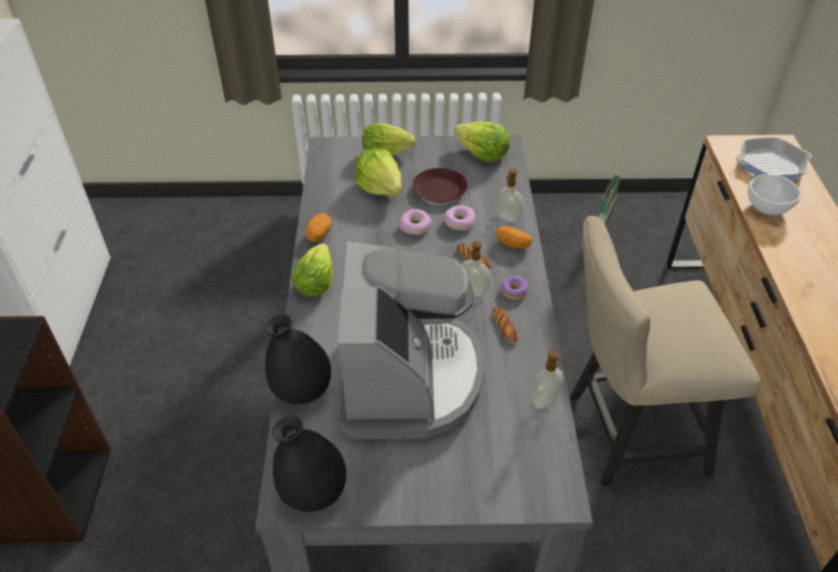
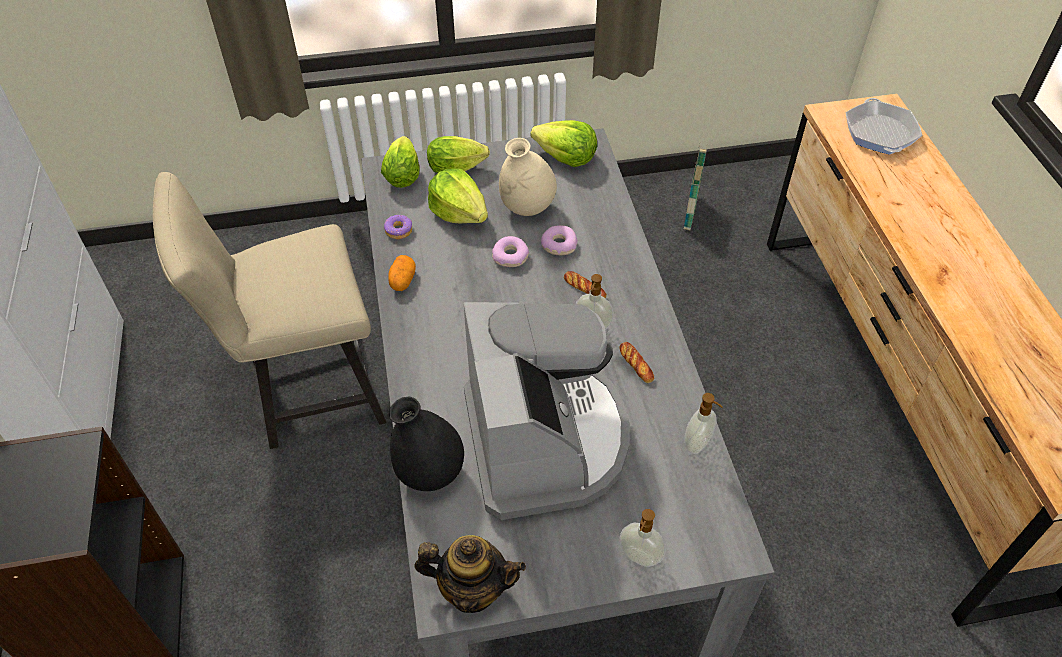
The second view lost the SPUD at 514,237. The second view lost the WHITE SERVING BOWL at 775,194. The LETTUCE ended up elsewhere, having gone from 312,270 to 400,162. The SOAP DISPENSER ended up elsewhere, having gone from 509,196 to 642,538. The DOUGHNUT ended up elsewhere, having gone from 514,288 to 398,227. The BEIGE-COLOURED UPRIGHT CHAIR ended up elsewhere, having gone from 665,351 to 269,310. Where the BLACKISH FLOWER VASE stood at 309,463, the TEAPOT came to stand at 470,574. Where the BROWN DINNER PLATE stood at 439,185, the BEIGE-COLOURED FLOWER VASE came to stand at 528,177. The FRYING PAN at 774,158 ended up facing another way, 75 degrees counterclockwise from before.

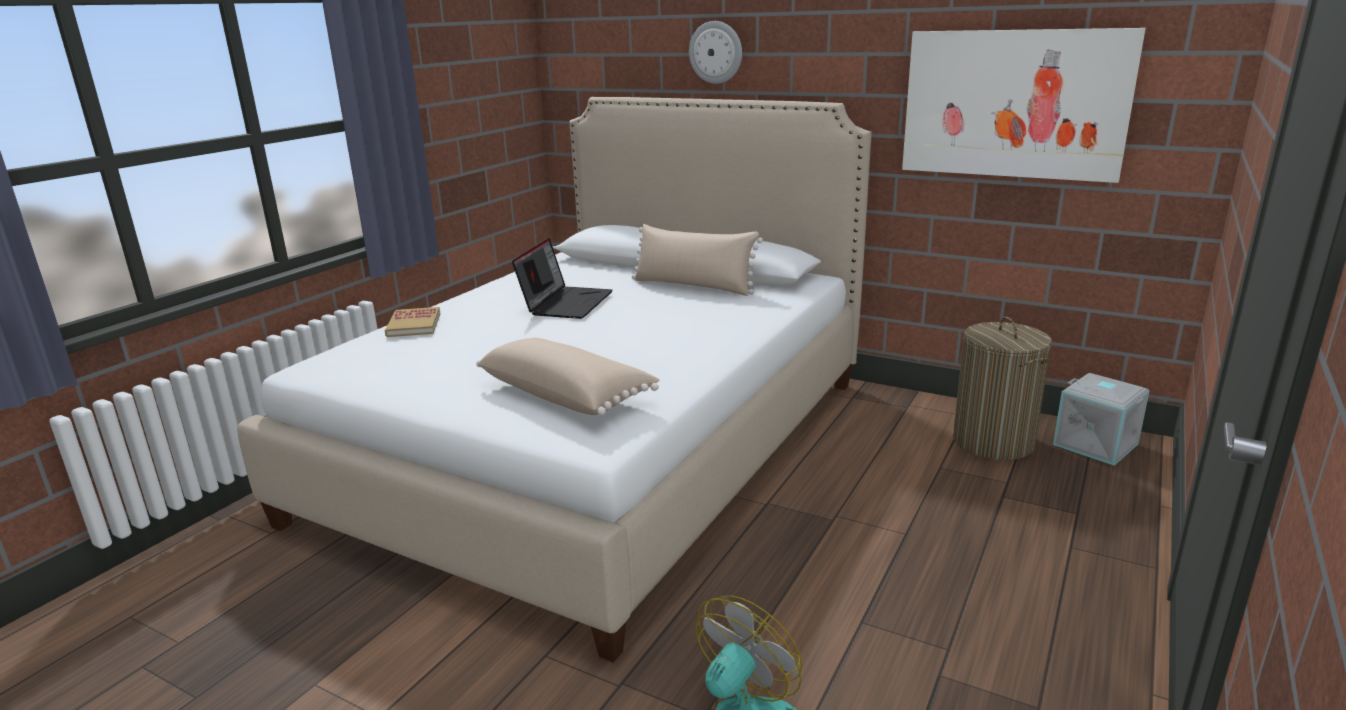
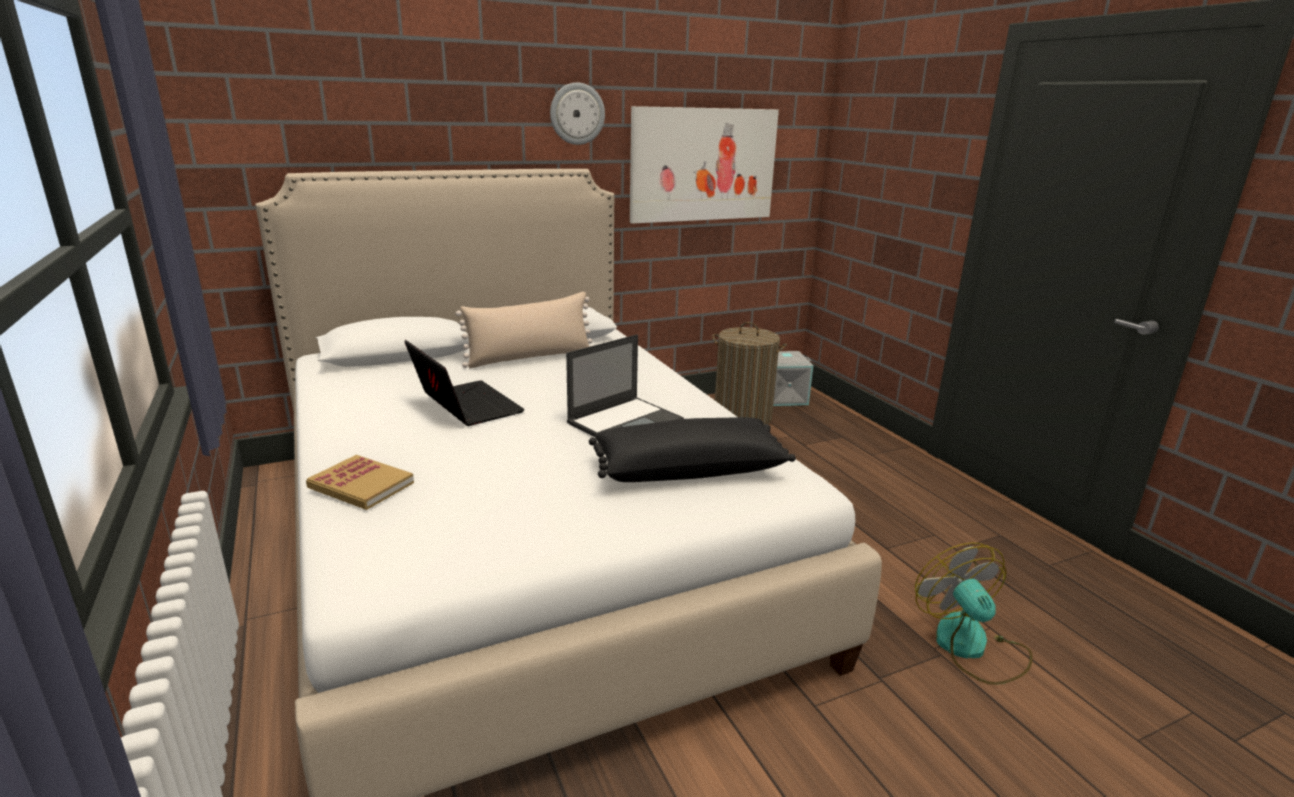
The second view gained the PORTABLE COMPUTER at 625,385. The HANGING CLOCK ended up elsewhere, having gone from 715,52 to 577,113. What was the BEIGE-COLOURED PILLOW at 567,376 turned into the BLACKISH PILLOW at 692,449.

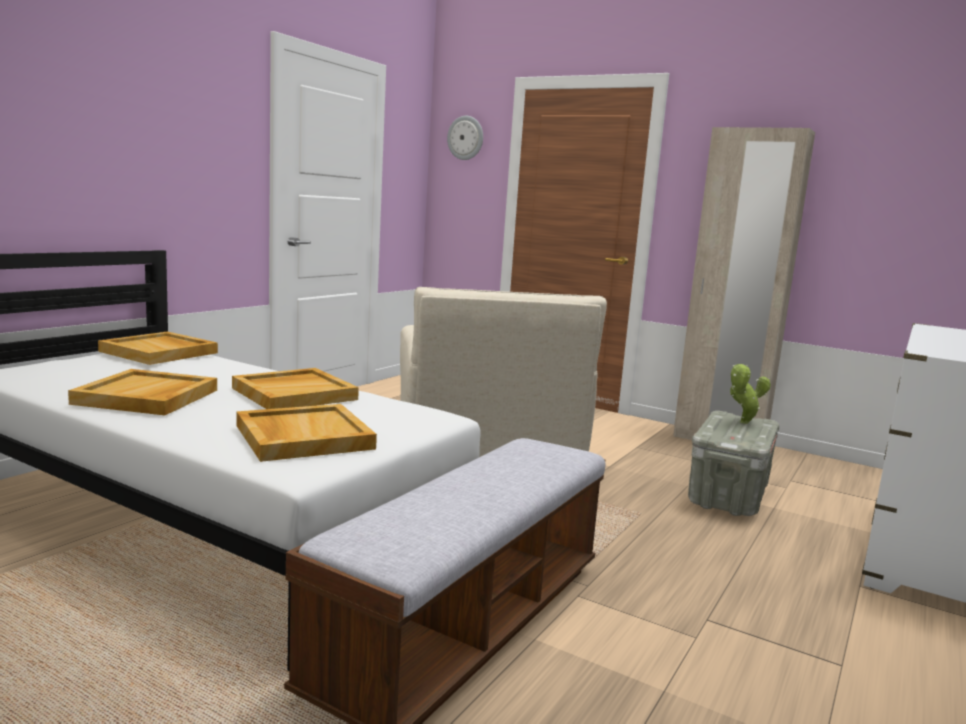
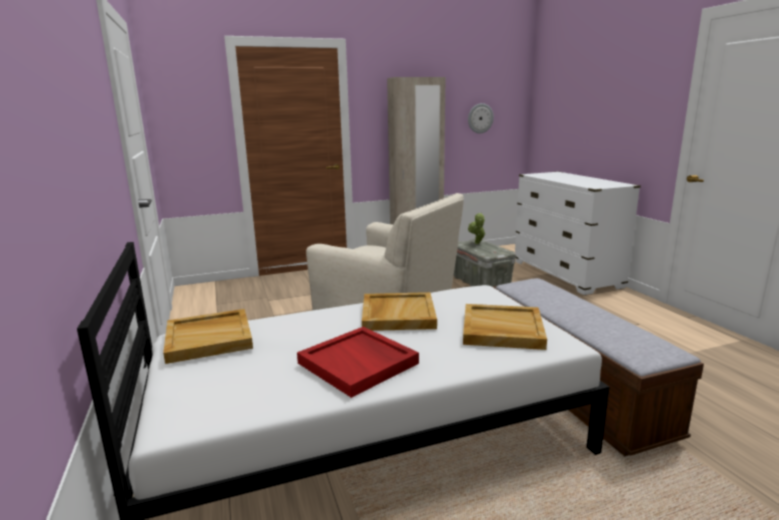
The HANGING CLOCK ended up elsewhere, having gone from 465,138 to 481,118. What was the BEIGE-COLOURED TRAY at 142,392 turned into the RED-COLOURED TRAY at 358,362.

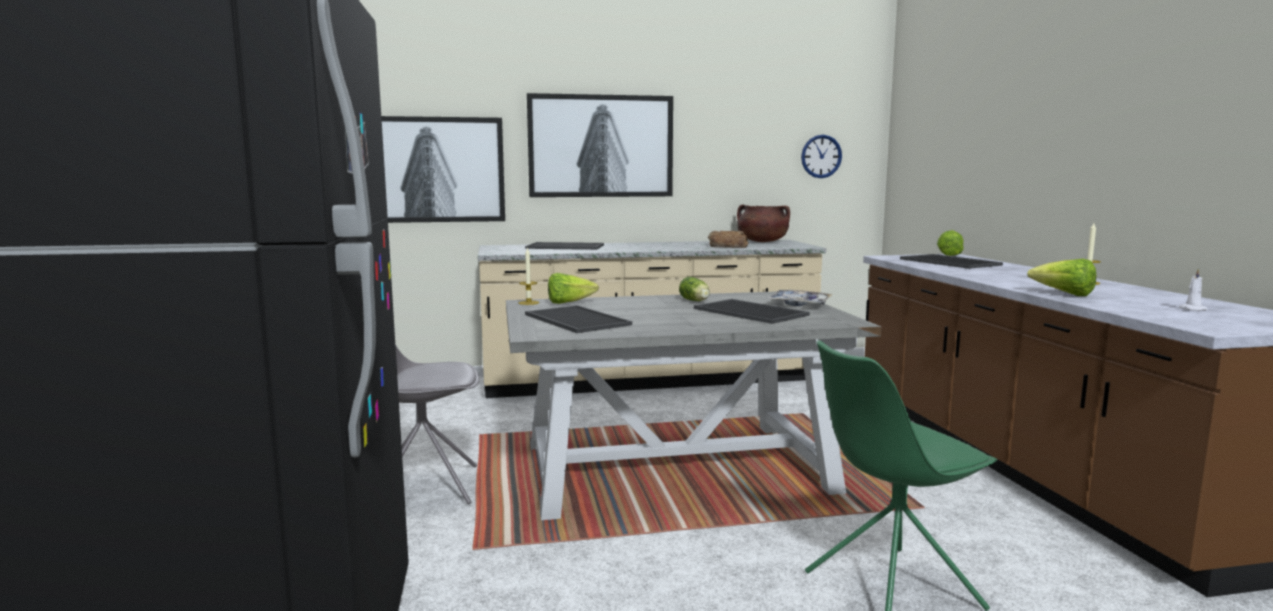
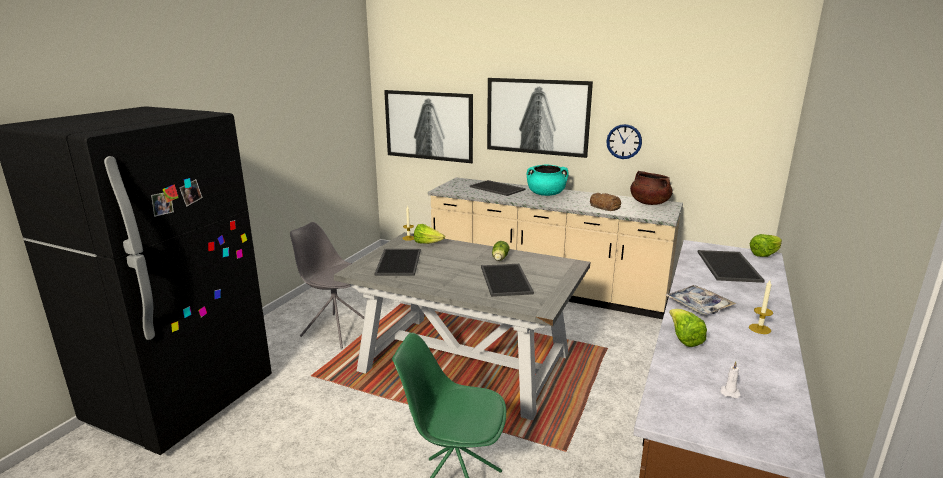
The second view gained the TURQUOISE-COLOURED COOKING POT at 548,180. The TRAY ended up elsewhere, having gone from 800,298 to 701,300. The HANGING CLOCK ended up elsewhere, having gone from 821,156 to 624,141.

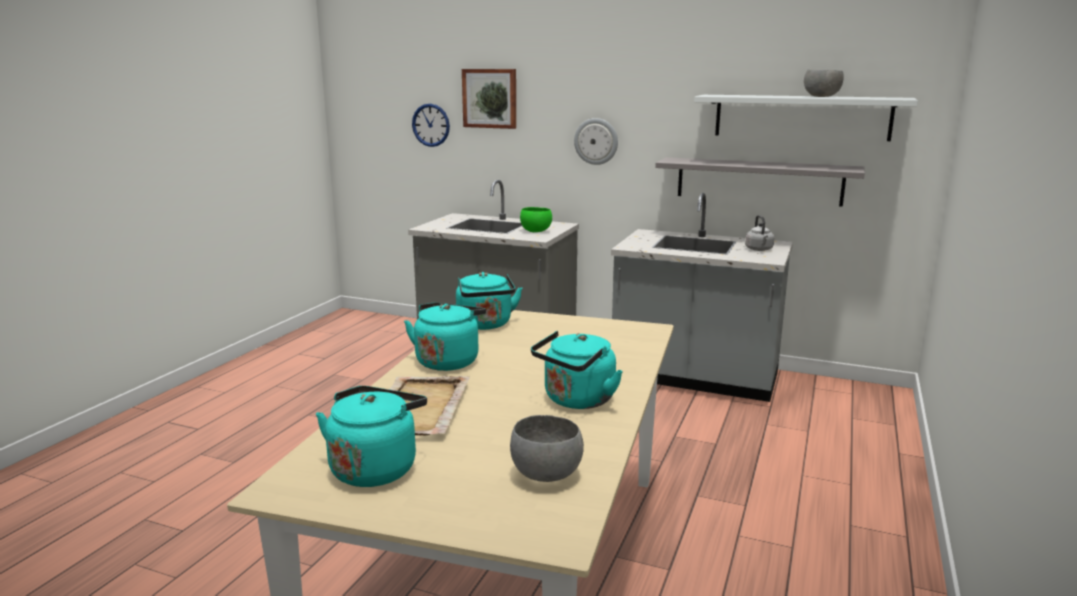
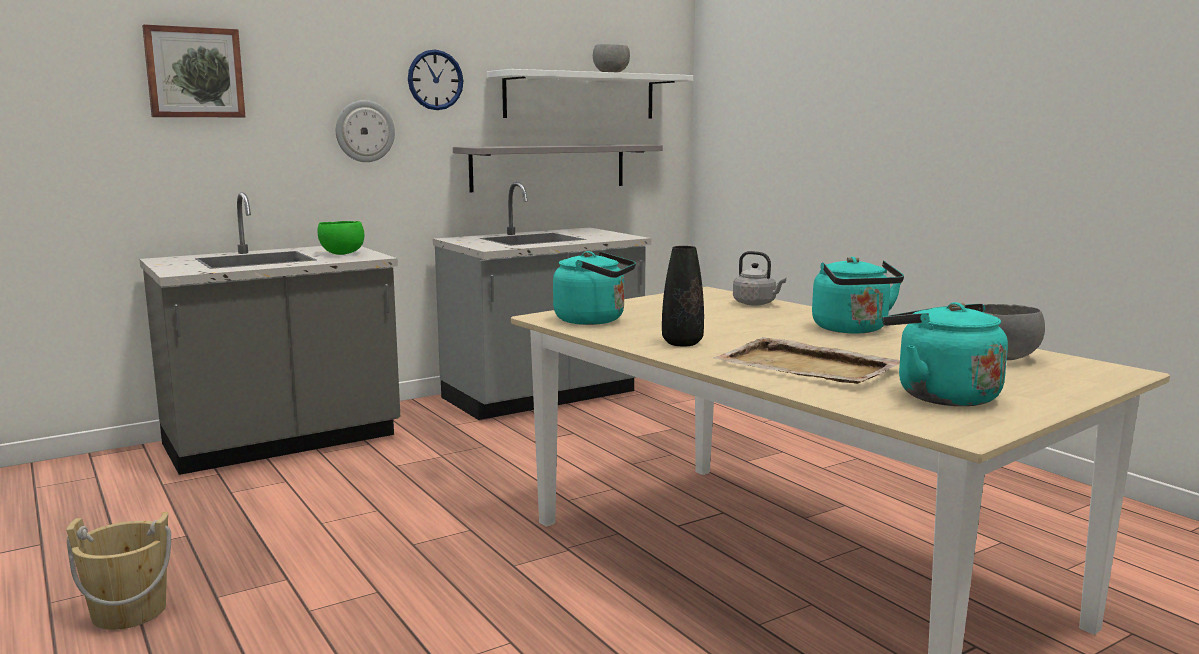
The second view gained the BEIGE-COLOURED PAIL at 119,571. The HANGING CLOCK ended up elsewhere, having gone from 431,125 to 435,79. The GRAY TEA KETTLE ended up elsewhere, having gone from 760,233 to 759,278. Where the TURQUOISE-COLOURED TEA KETTLE stood at 445,337, the BLACKISH FLOWER VASE came to stand at 683,296.

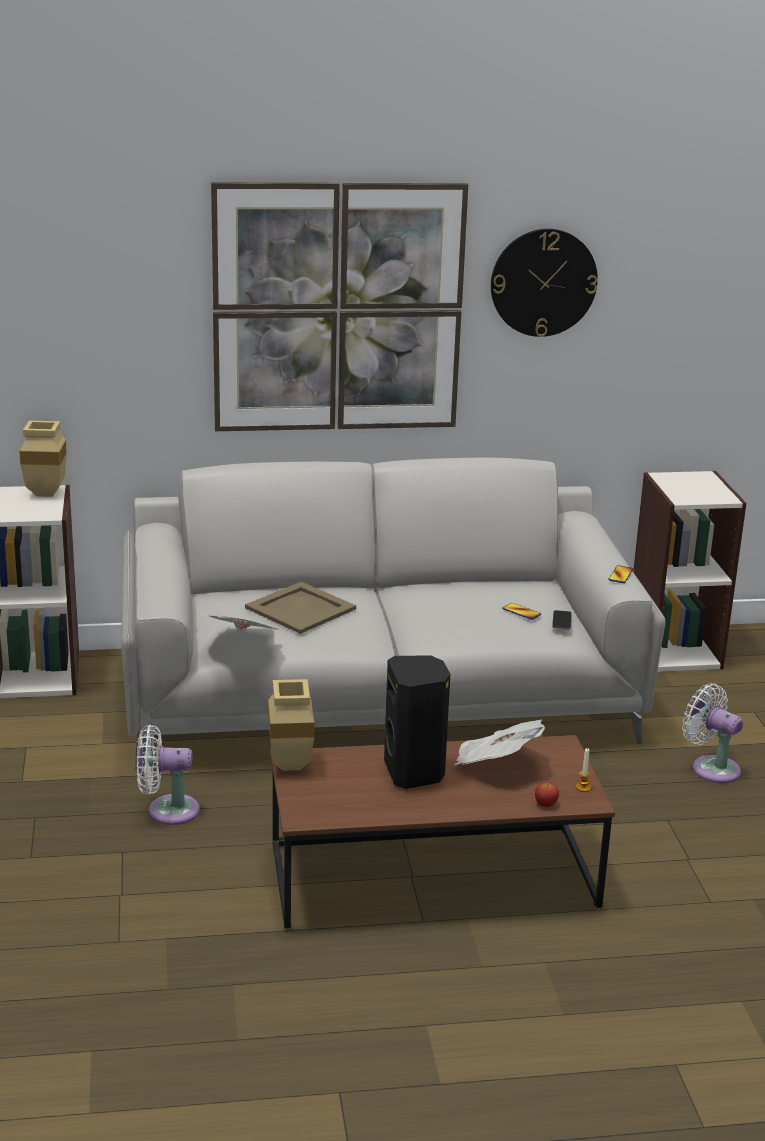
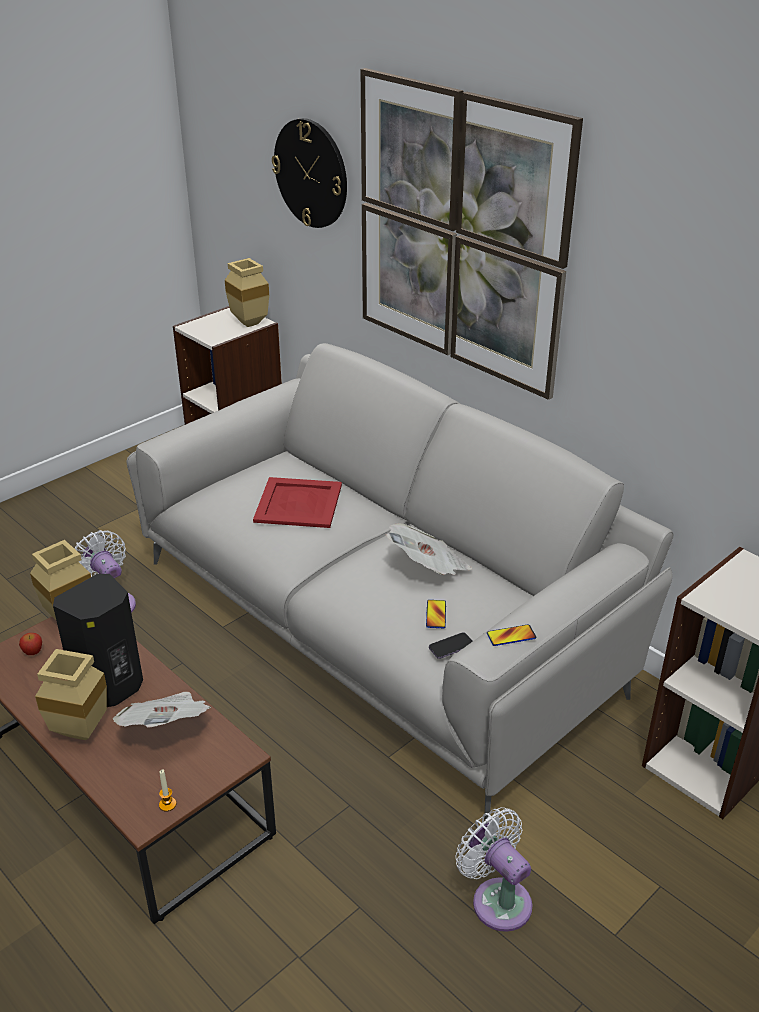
The second view gained the BEIGE-COLOURED FLOWER VASE at 71,694. The PRINTED PAPER ended up elsewhere, having gone from 239,622 to 429,549. The HANGING CLOCK ended up elsewhere, having gone from 544,283 to 309,173. The WHOLE APPLE ended up elsewhere, having gone from 547,794 to 30,644. What was the BEIGE-COLOURED TRAY at 300,608 turned into the RED-COLOURED TRAY at 297,502. The WHITE FAN at 712,733 ended up facing another way, 45 degrees counterclockwise from before.

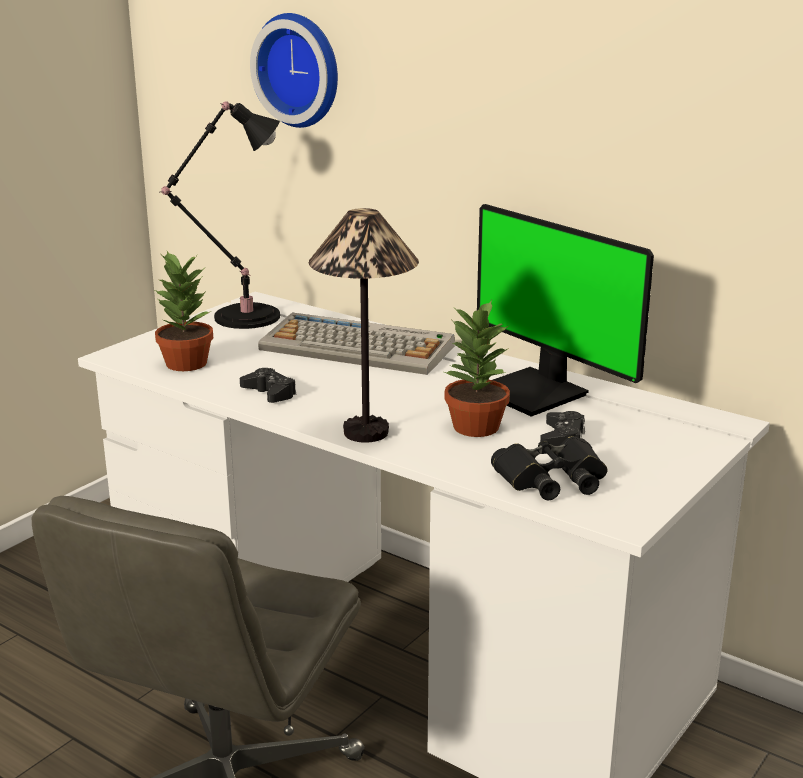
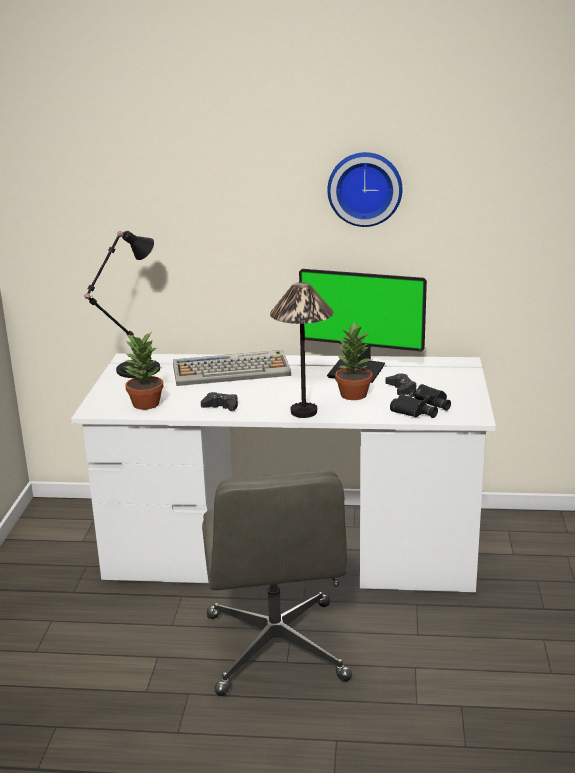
The HANGING CLOCK ended up elsewhere, having gone from 294,70 to 365,189.

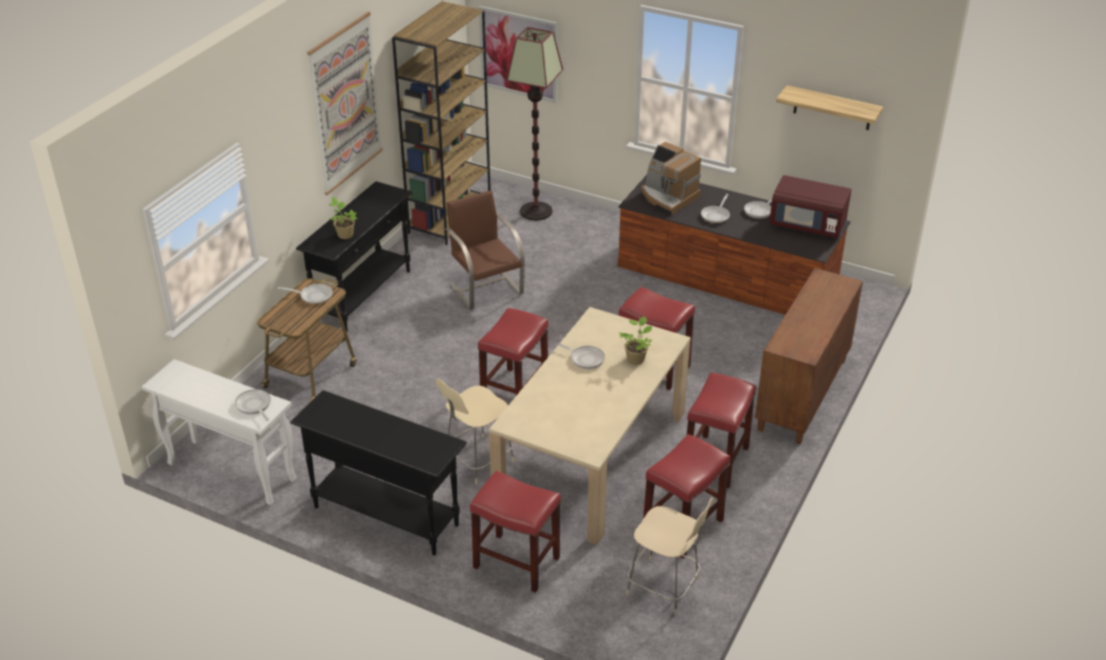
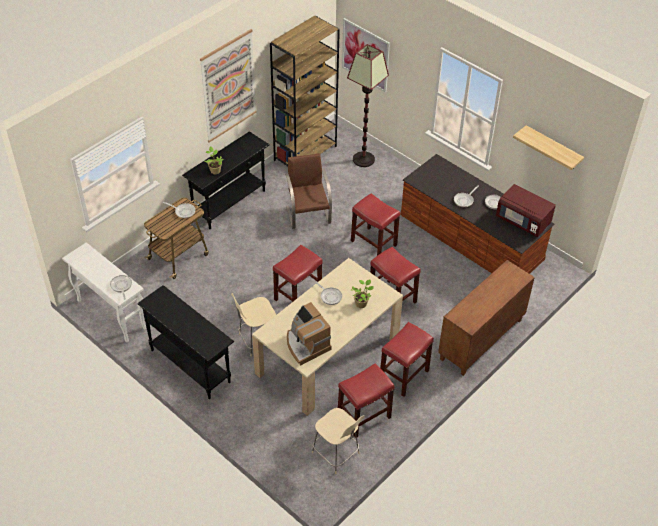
The RED-COLOURED STOOL ended up elsewhere, having gone from 515,532 to 375,224. The COFFEE BREWER ended up elsewhere, having gone from 671,178 to 309,334.

